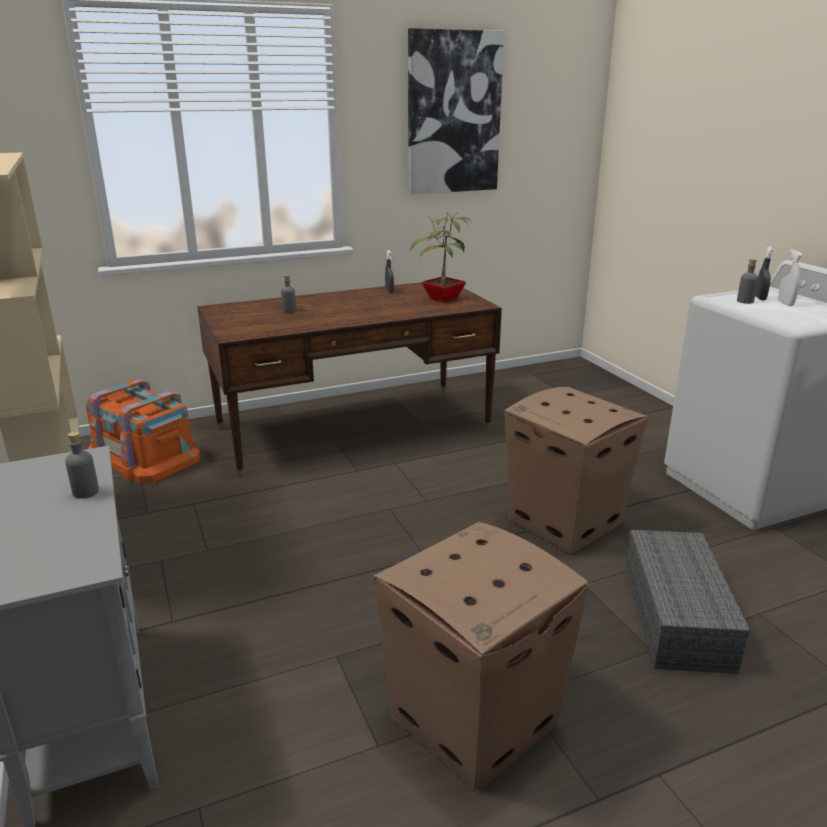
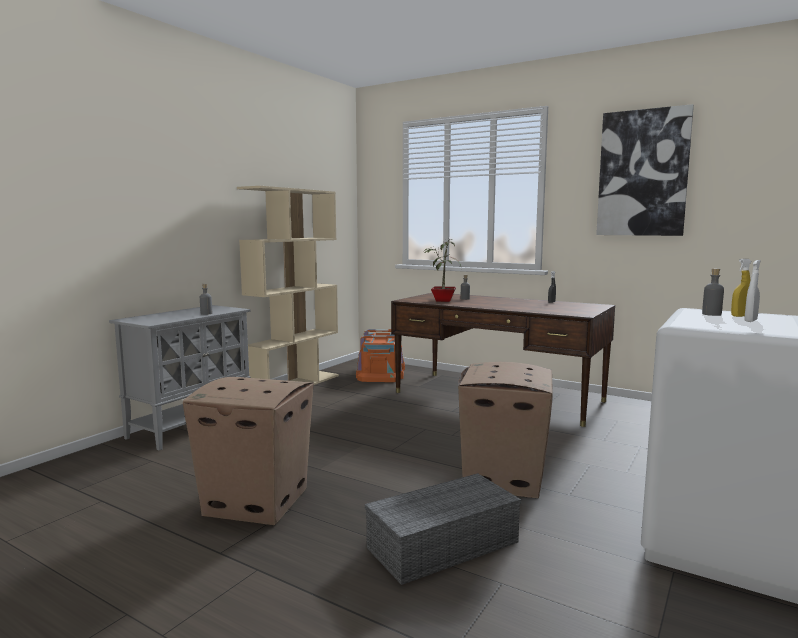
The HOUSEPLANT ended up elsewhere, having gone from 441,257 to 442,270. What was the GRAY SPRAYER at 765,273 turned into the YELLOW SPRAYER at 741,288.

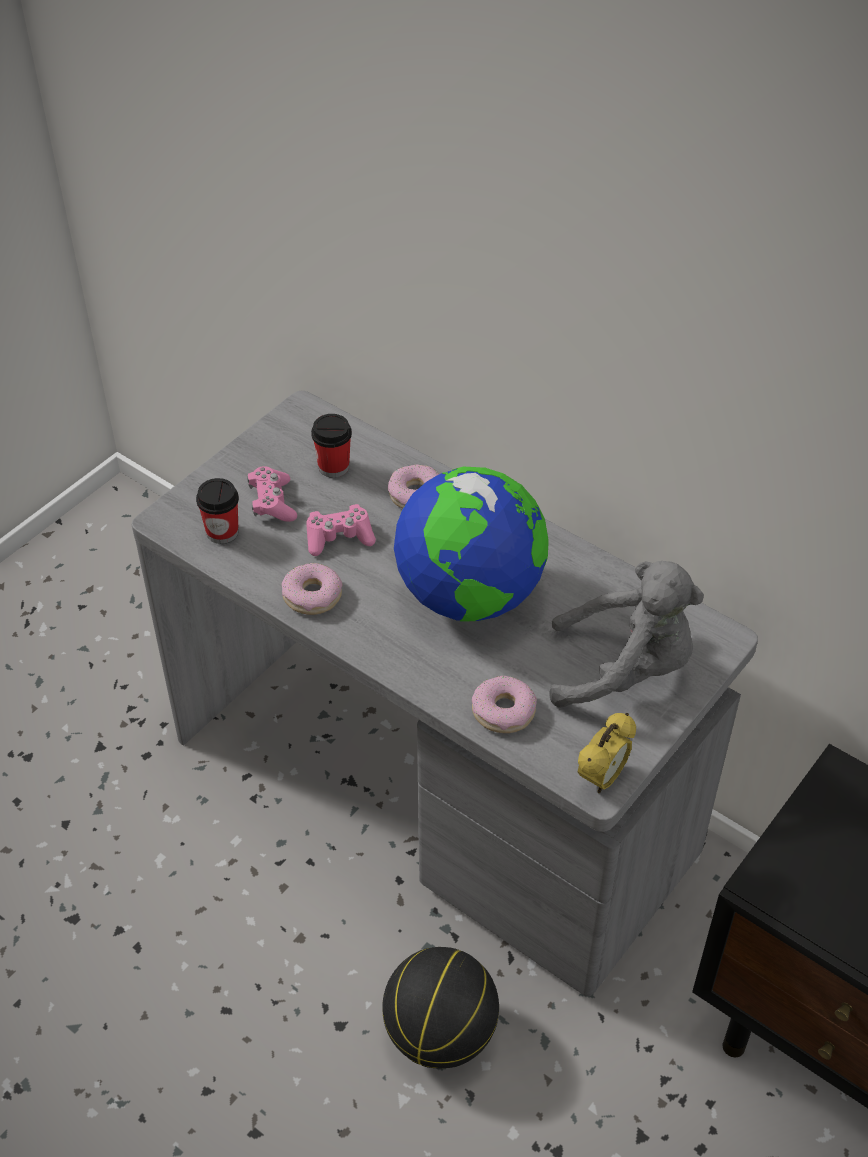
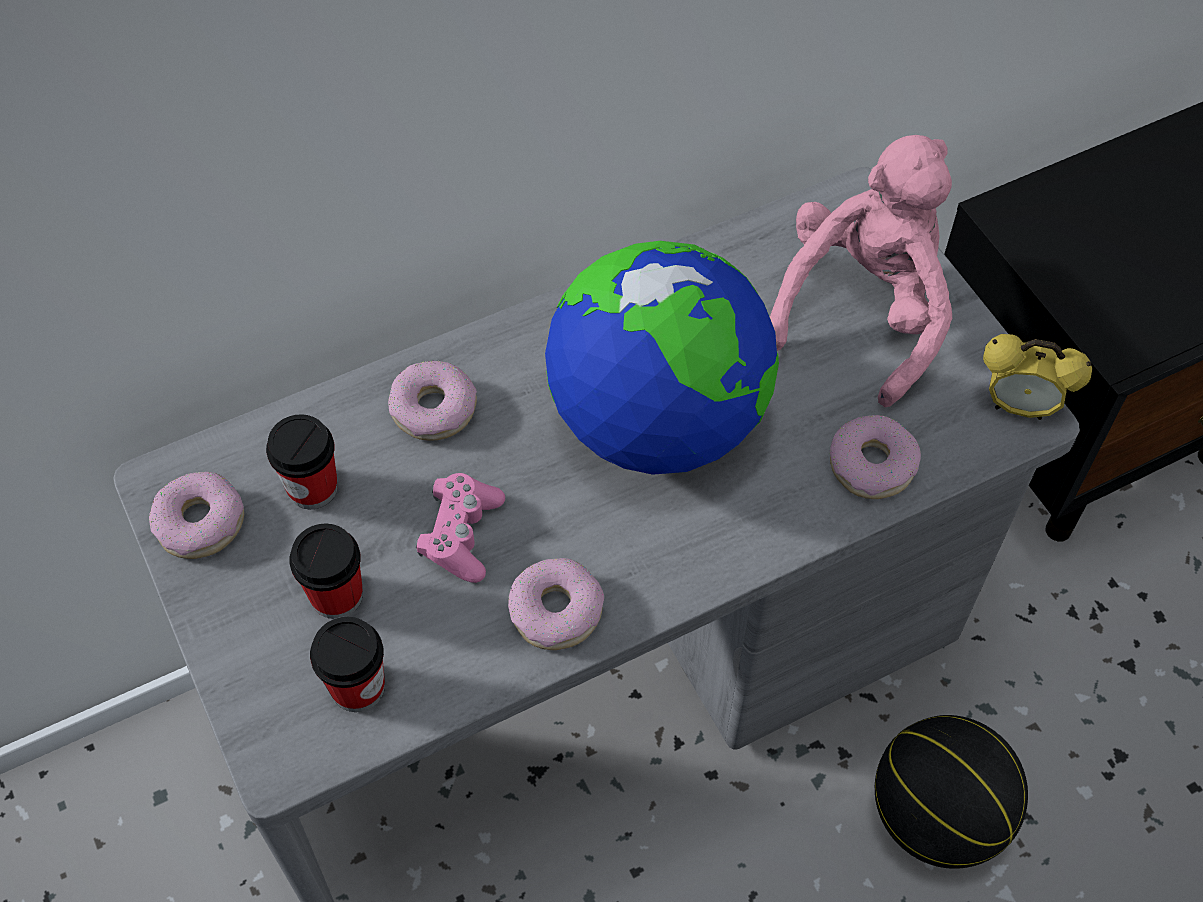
The second view gained the DOUGHNUT at 196,515. Where the PINK GAMEPAD stood at 272,494, the CUP came to stand at 326,571. What was the GRAY CUDDLY TOY at 627,634 turned into the PINK CUDDLY TOY at 861,271. The ALARM CLOCK at 607,753 ended up facing another way, 135 degrees clockwise from before.

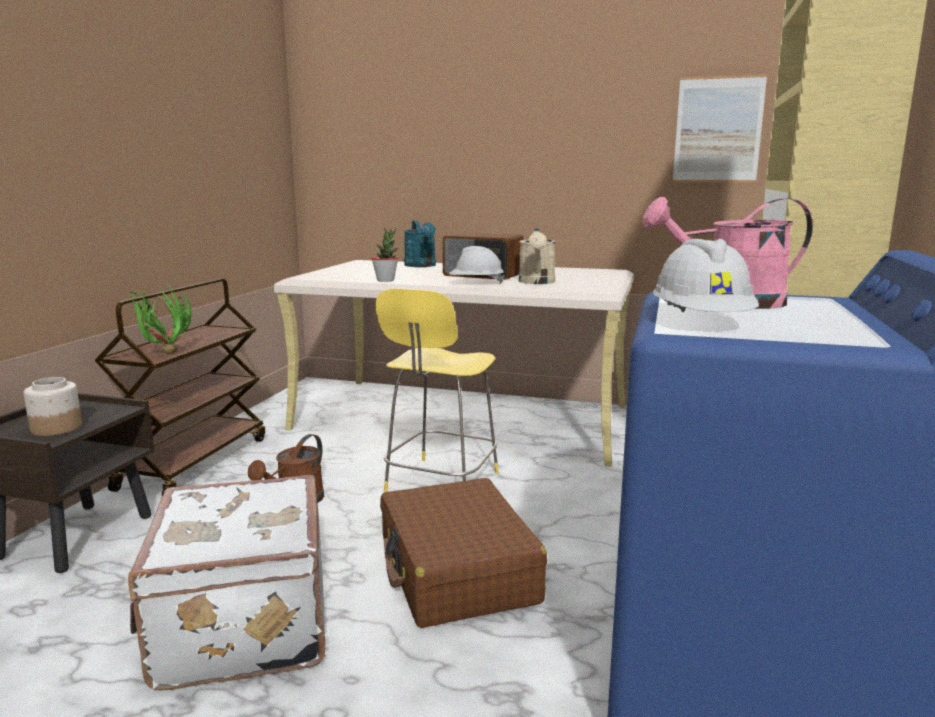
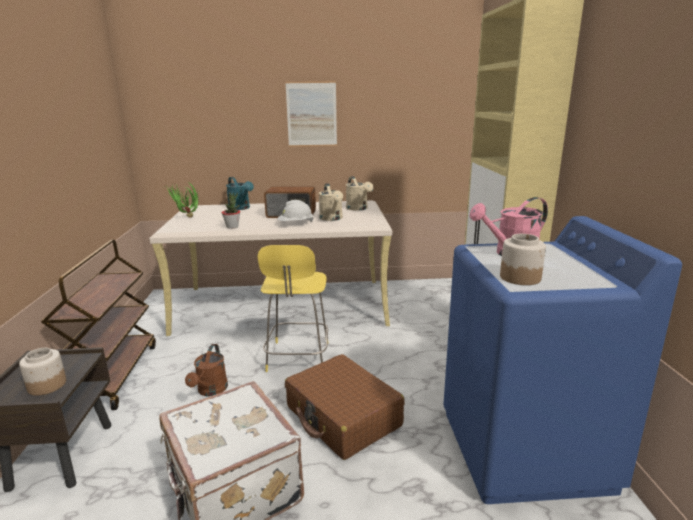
The second view gained the BEIGE-COLOURED WATERING POT at 359,193. The HOUSEPLANT ended up elsewhere, having gone from 160,319 to 181,201. The PICTURE ended up elsewhere, having gone from 720,128 to 311,114. Where the WHITE HARD HAT stood at 706,275, the JAR came to stand at 523,259.

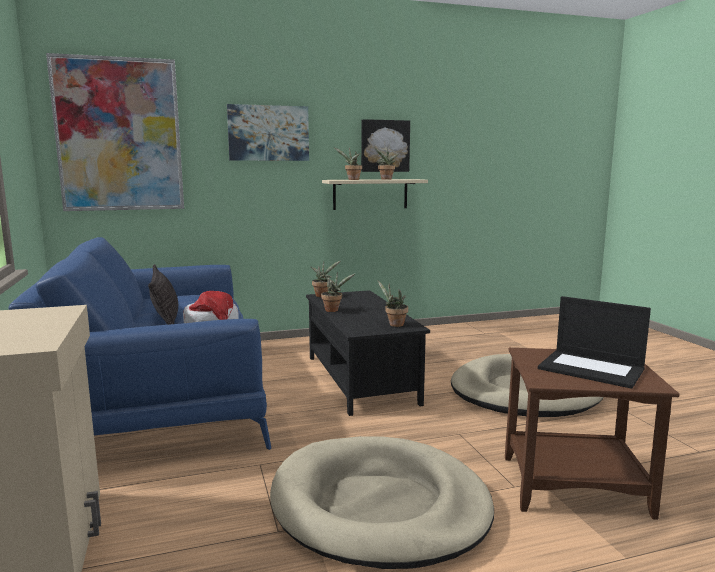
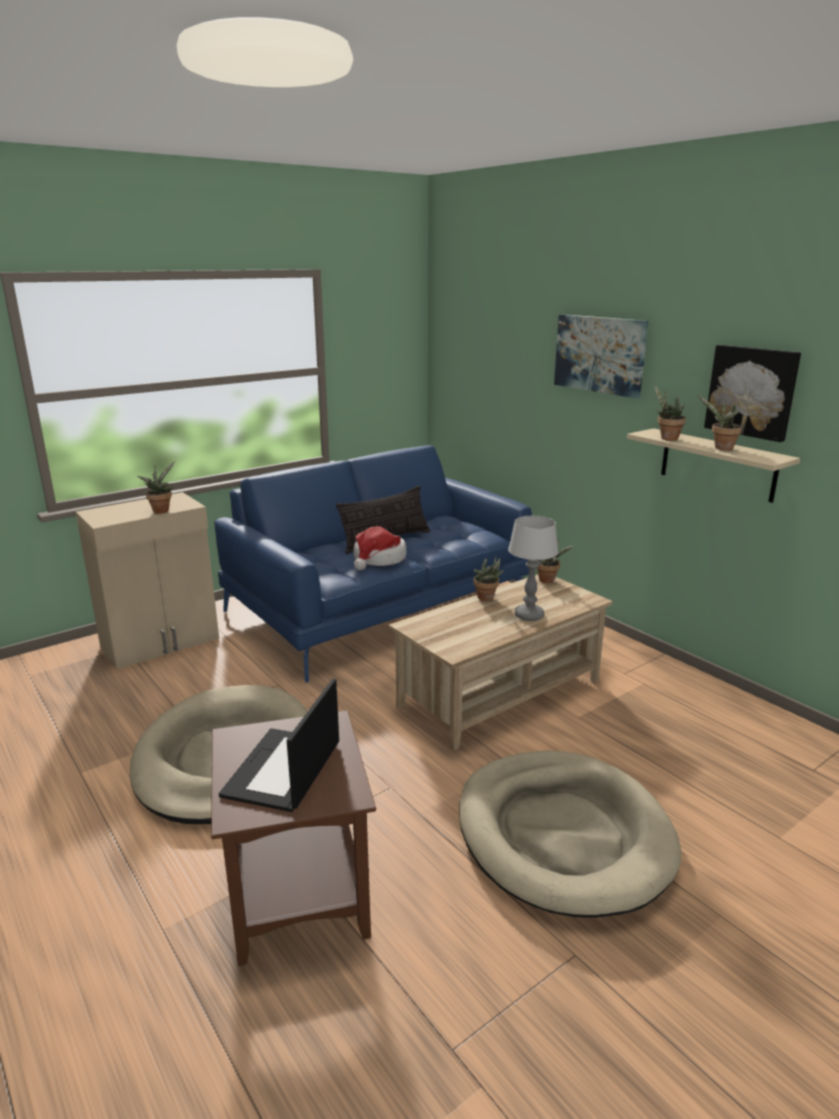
The second view lost the PICTURE at 115,132. The second view gained the TABLE LAMP at 533,568. The HOUSEPLANT ended up elsewhere, having gone from 392,303 to 156,487. What was the BLACKISH LOUNGE TABLE at 368,353 turned into the BEIGE-COLOURED LOUNGE TABLE at 501,662.

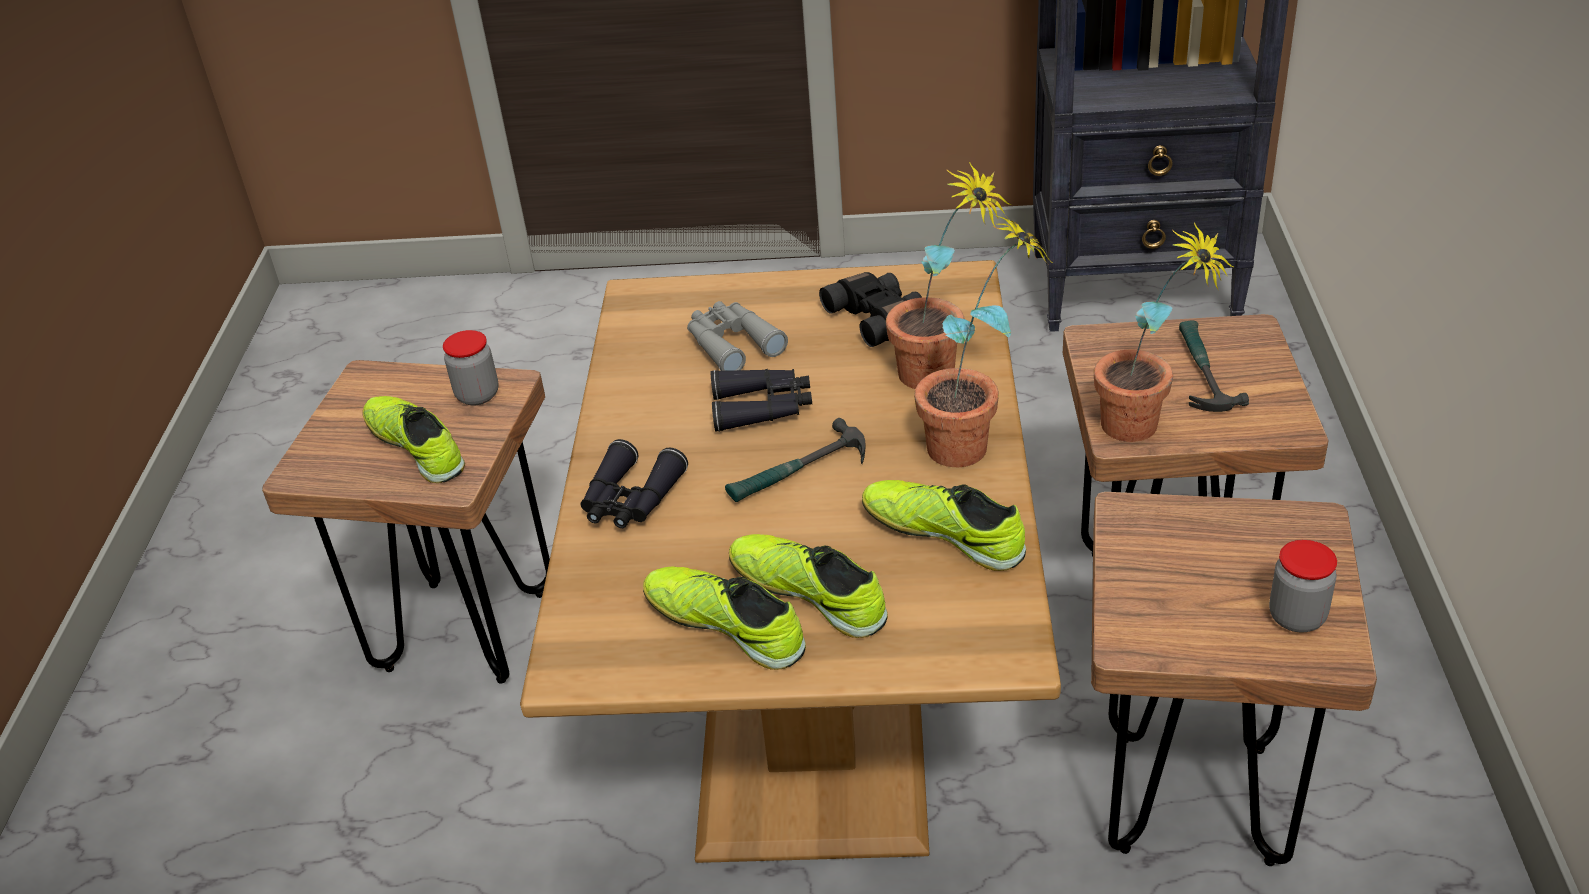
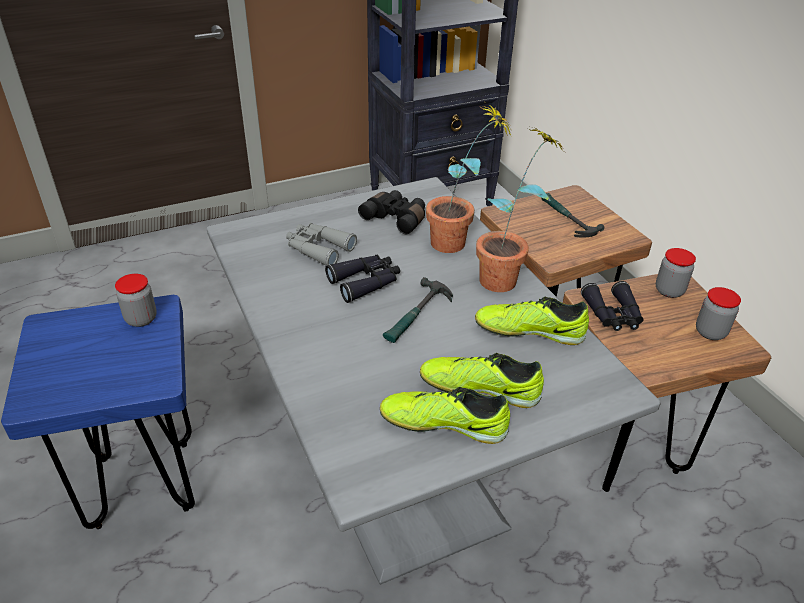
The second view lost the SHOE at 413,439. The second view lost the HOUSEPLANT at 1163,332. The second view gained the JAR at 676,273. The BLACKISH PAIR OF BINOCULARS ended up elsewhere, having gone from 634,483 to 612,306. What was the BROWN STOOL at 406,522 turned into the BLUE-COLOURED STOOL at 98,412. What was the BROWN DINNER TABLE at 790,561 turned into the GRAY DINNER TABLE at 433,381.

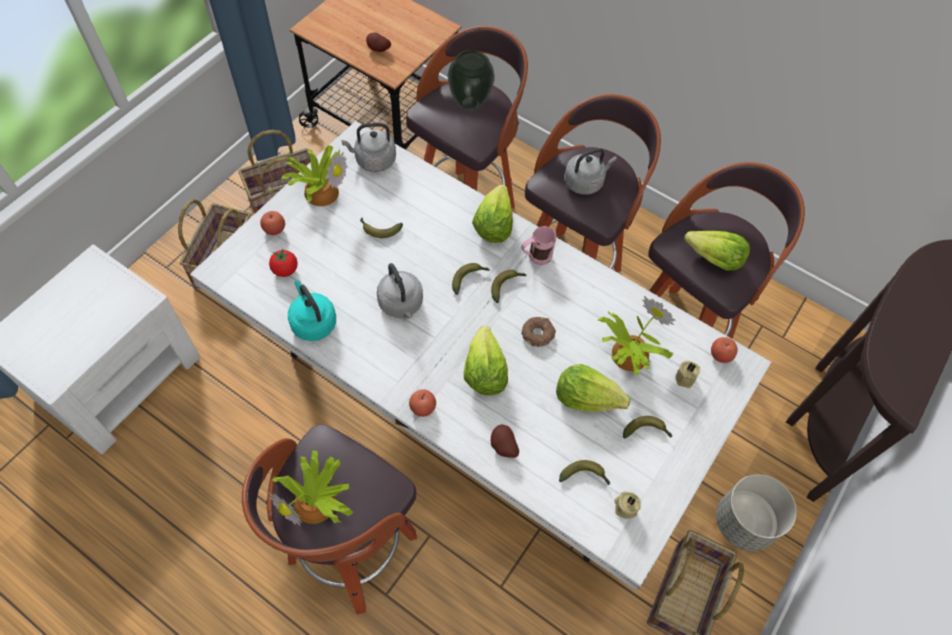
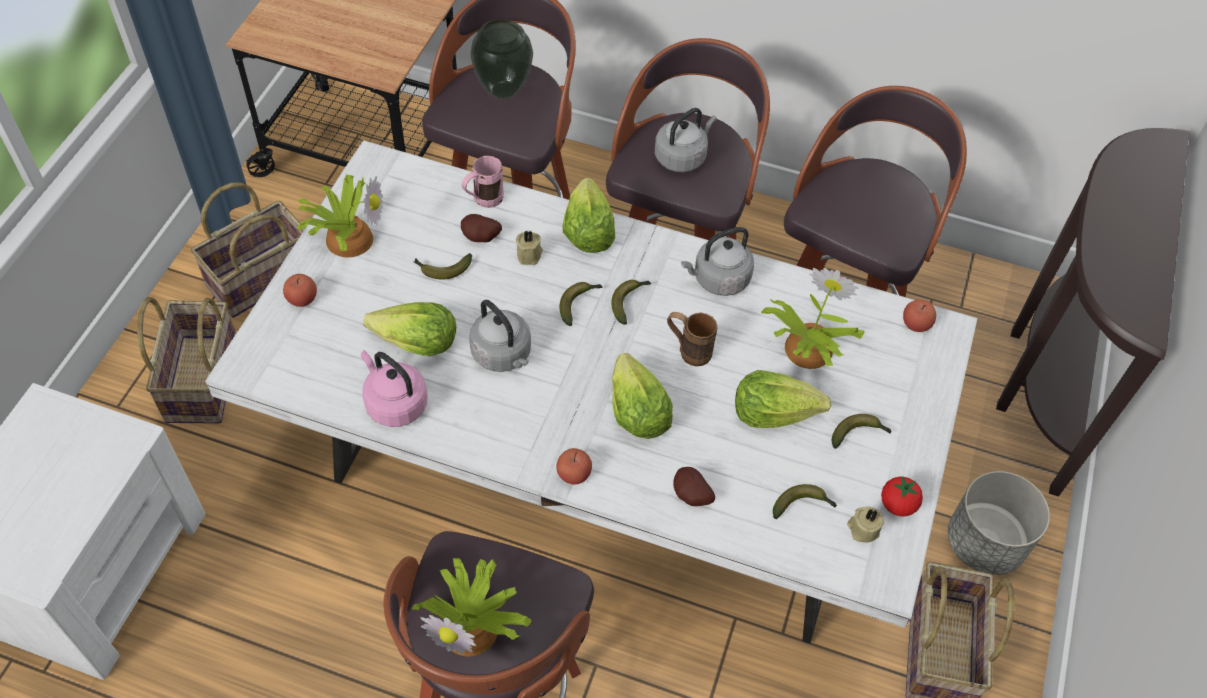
The FRESH TOMATO ended up elsewhere, having gone from 283,263 to 902,496. The GRAY TEA KETTLE ended up elsewhere, having gone from 368,147 to 717,261. The SPUD ended up elsewhere, having gone from 378,42 to 481,228. The PINK MUG ended up elsewhere, having gone from 538,245 to 483,182. The BEIGE-COLOURED WAX LIGHT ended up elsewhere, having gone from 688,374 to 529,247. The LETTUCE ended up elsewhere, having gone from 717,251 to 409,329. Where the DOUGHNUT stood at 539,332, the BROWN MUG came to stand at 692,339. What was the TURQUOISE-COLOURED TEA KETTLE at 312,310 turned into the PINK TEA KETTLE at 394,388.

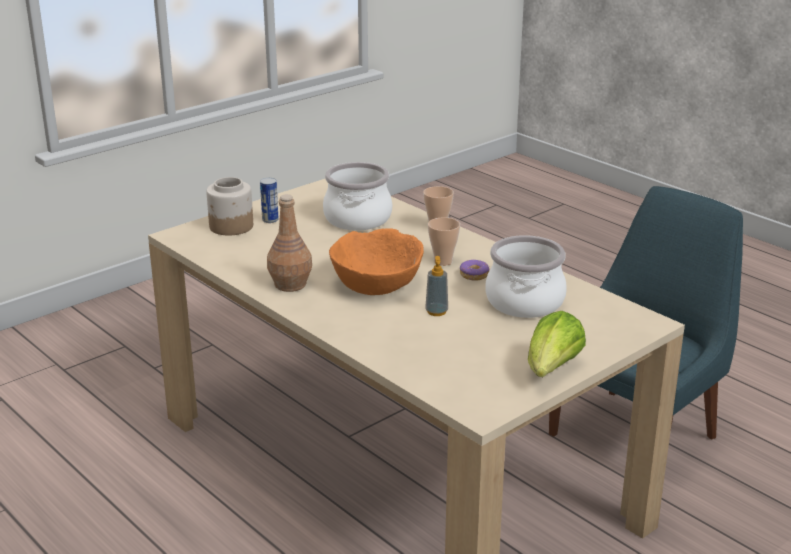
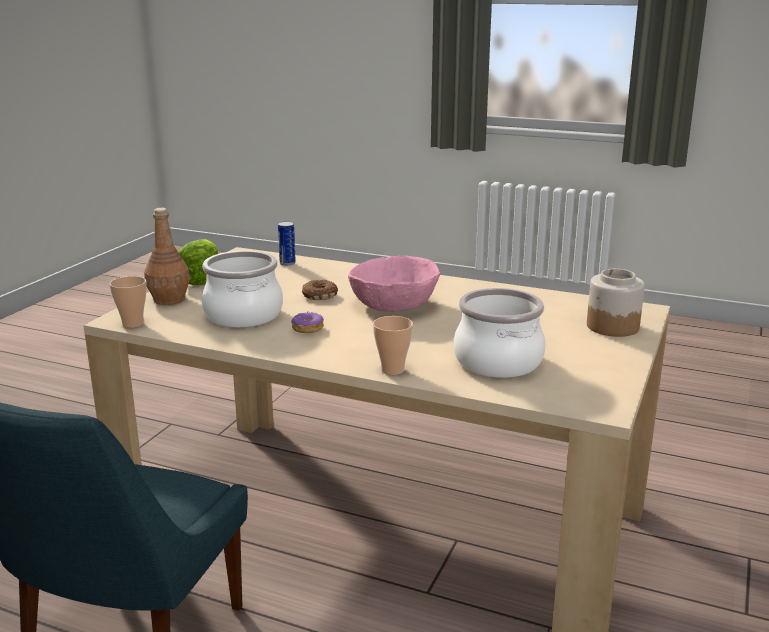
The SEALED CAN ended up elsewhere, having gone from 269,200 to 287,243. The BROWN DRINK BOTTLE ended up elsewhere, having gone from 289,243 to 167,256. The CUP ended up elsewhere, having gone from 444,242 to 128,302. Where the SOAP DISPENSER stood at 436,286, the DOUGHNUT came to stand at 320,289. What was the ORANGE SERVING BOWL at 376,261 turned into the PINK SERVING BOWL at 394,284.

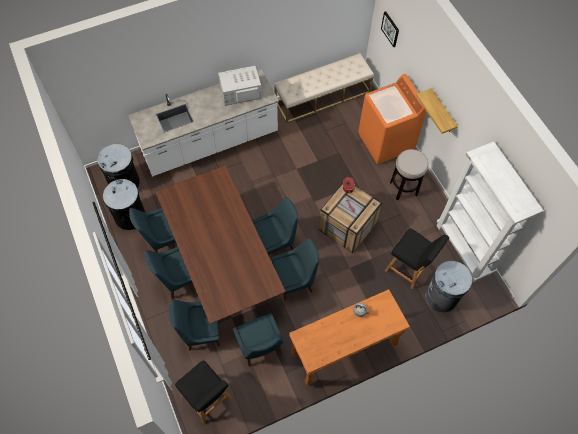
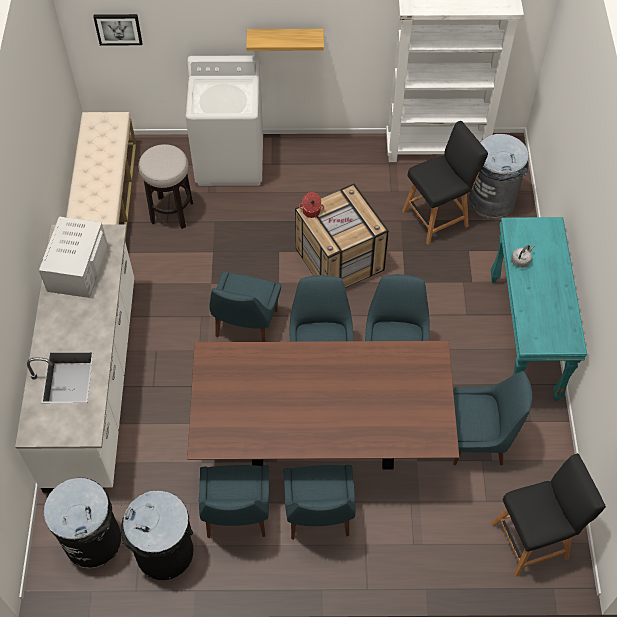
The BLUE-COLOURED UPRIGHT CHAIR ended up elsewhere, having gone from 194,325 to 245,306. The STOOL ended up elsewhere, having gone from 409,174 to 165,186. What was the ORANGE HALL TABLE at 349,337 turned into the TURQUOISE-COLOURED HALL TABLE at 538,309. What was the ORANGE LAUNDRY MACHINE at 392,119 turned into the WHITE LAUNDRY MACHINE at 224,121.

